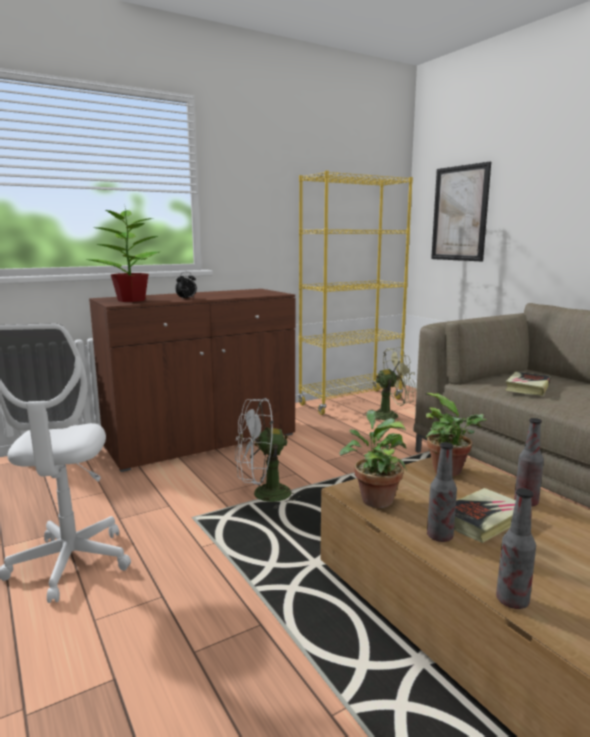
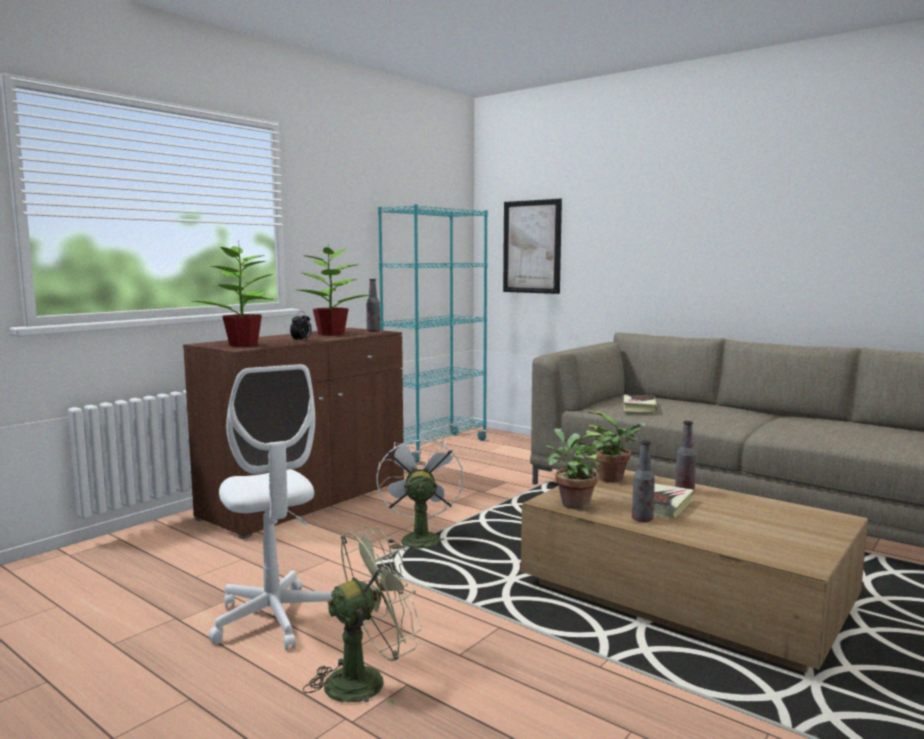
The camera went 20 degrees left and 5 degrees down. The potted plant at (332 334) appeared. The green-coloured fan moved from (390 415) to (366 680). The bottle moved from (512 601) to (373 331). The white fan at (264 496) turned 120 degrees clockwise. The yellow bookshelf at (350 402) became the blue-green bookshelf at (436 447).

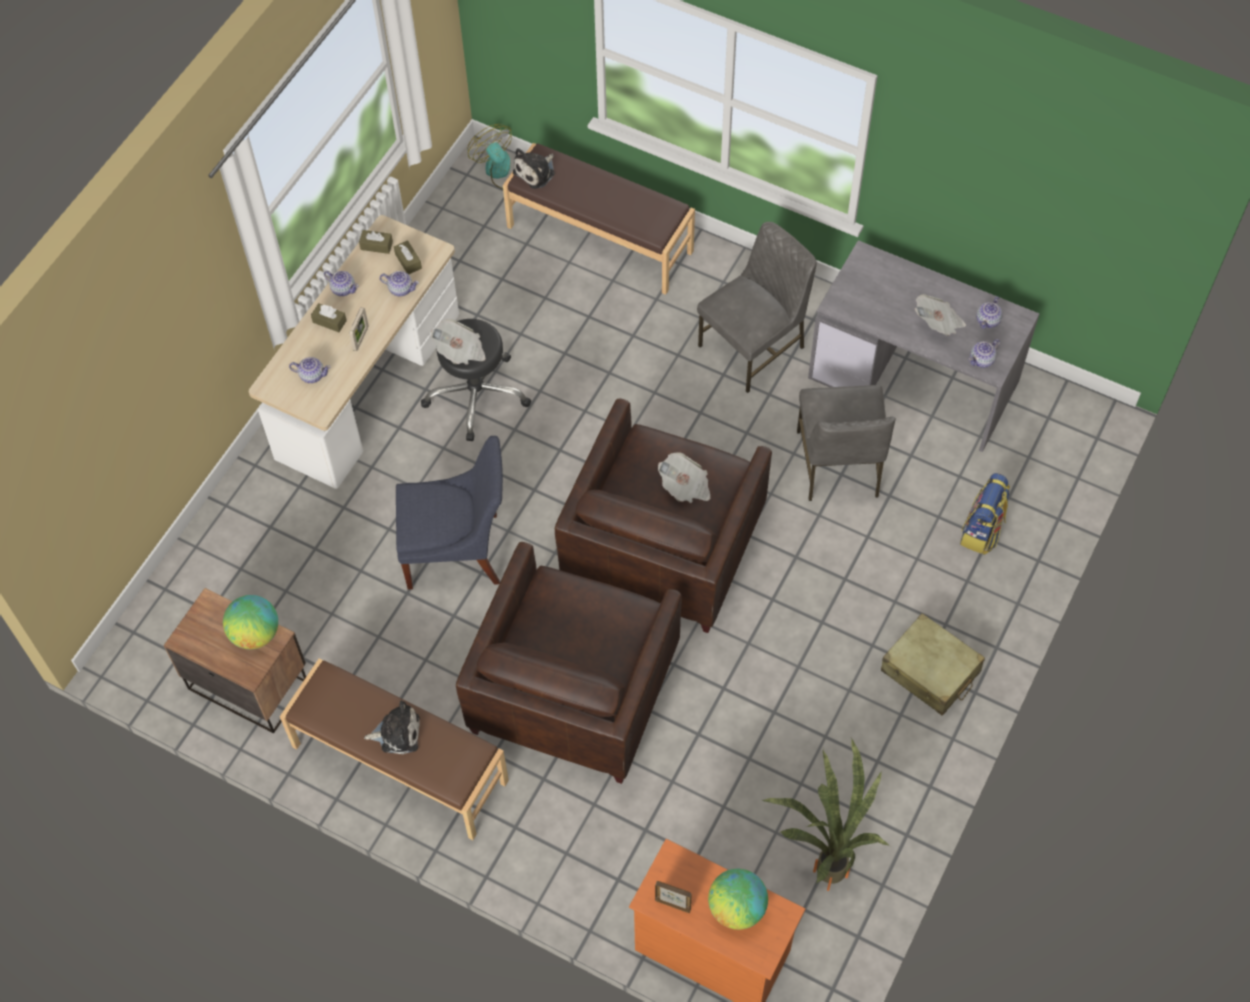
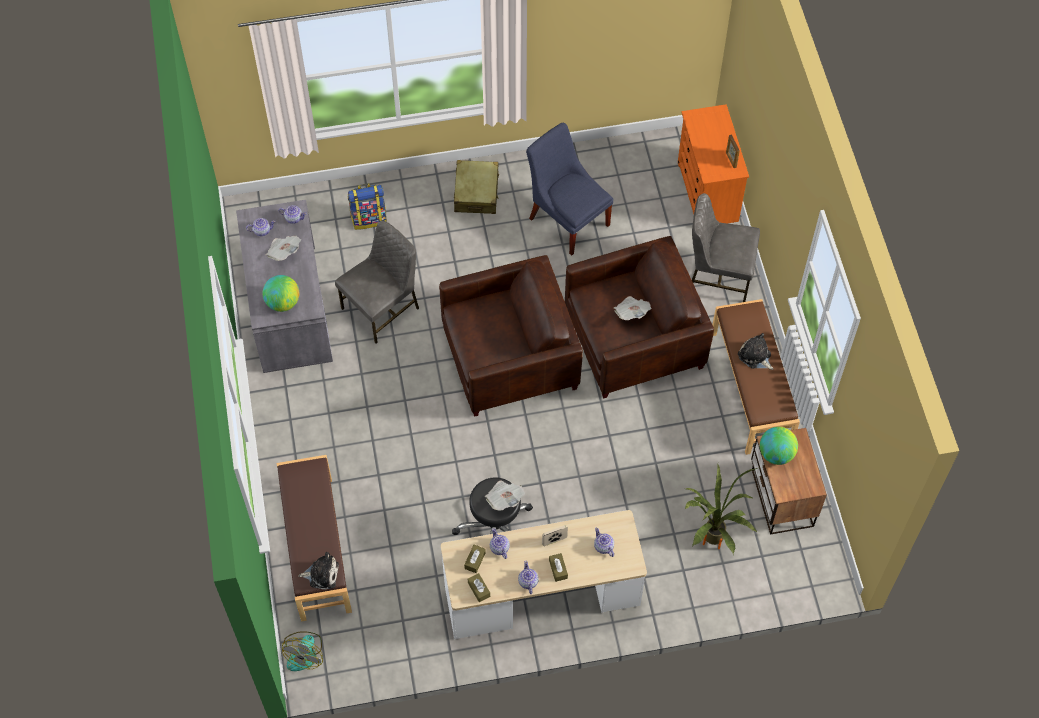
The camera went 130 degrees left and 0 degrees up. The world globe moved from (737 908) to (283 302). The blue-coloured upright chair moved from (458 551) to (567 219). The newspaper moved from (685 487) to (631 313). The potted plant moved from (826 864) to (709 545). The gray upright chair moved from (754 347) to (718 274).

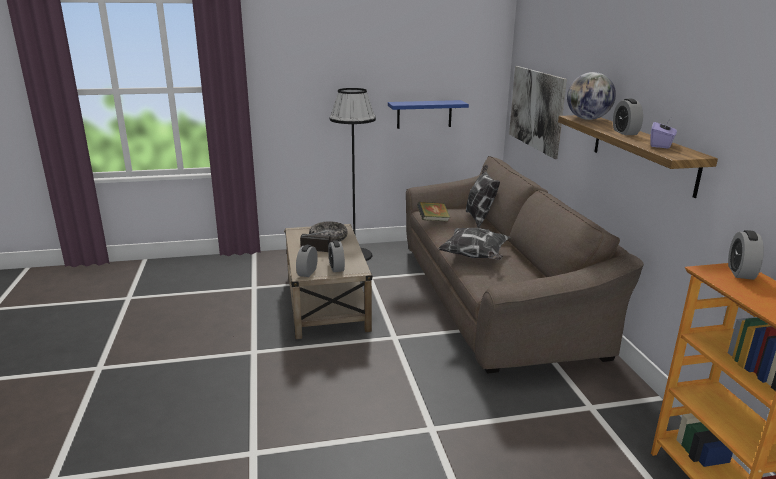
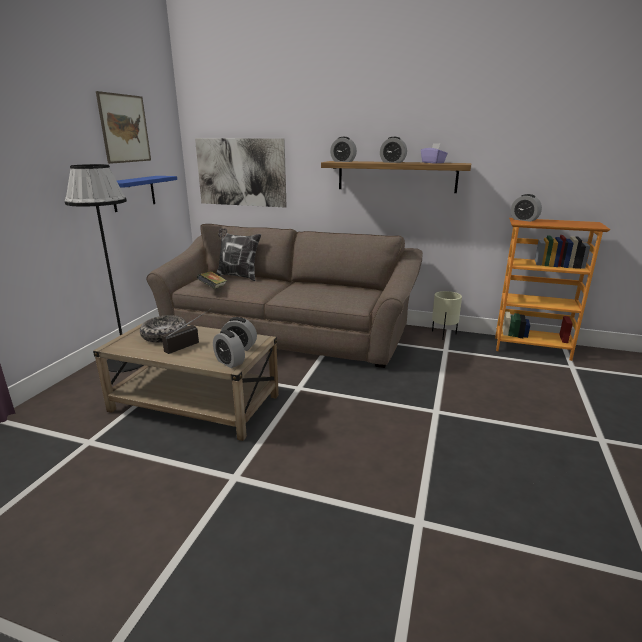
The camera went 60 degrees left and 0 degrees up. The wall art at (125 128) appeared. The world globe at (588 119) was replaced by the alarm clock at (343 161). The sand-coloured flower pot at (443 335) appeared. The cushion at (475 257) disappeared.

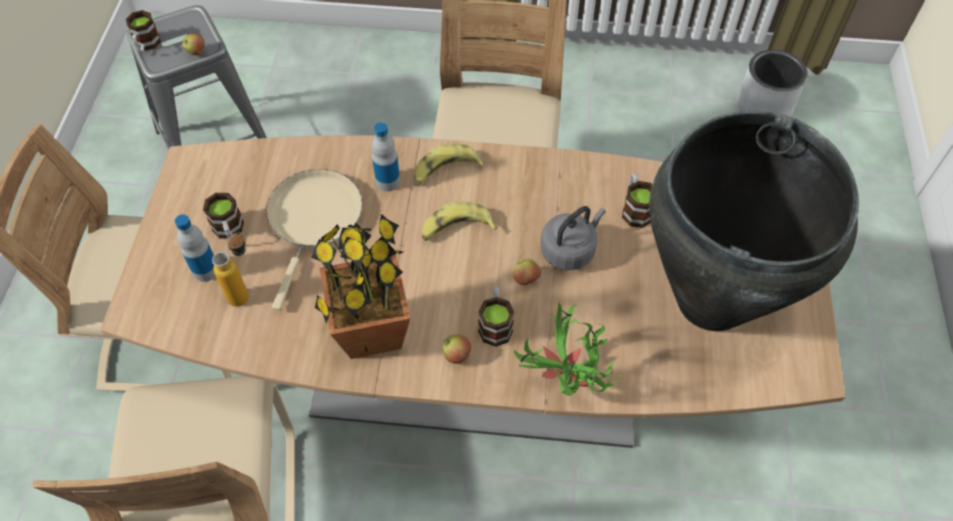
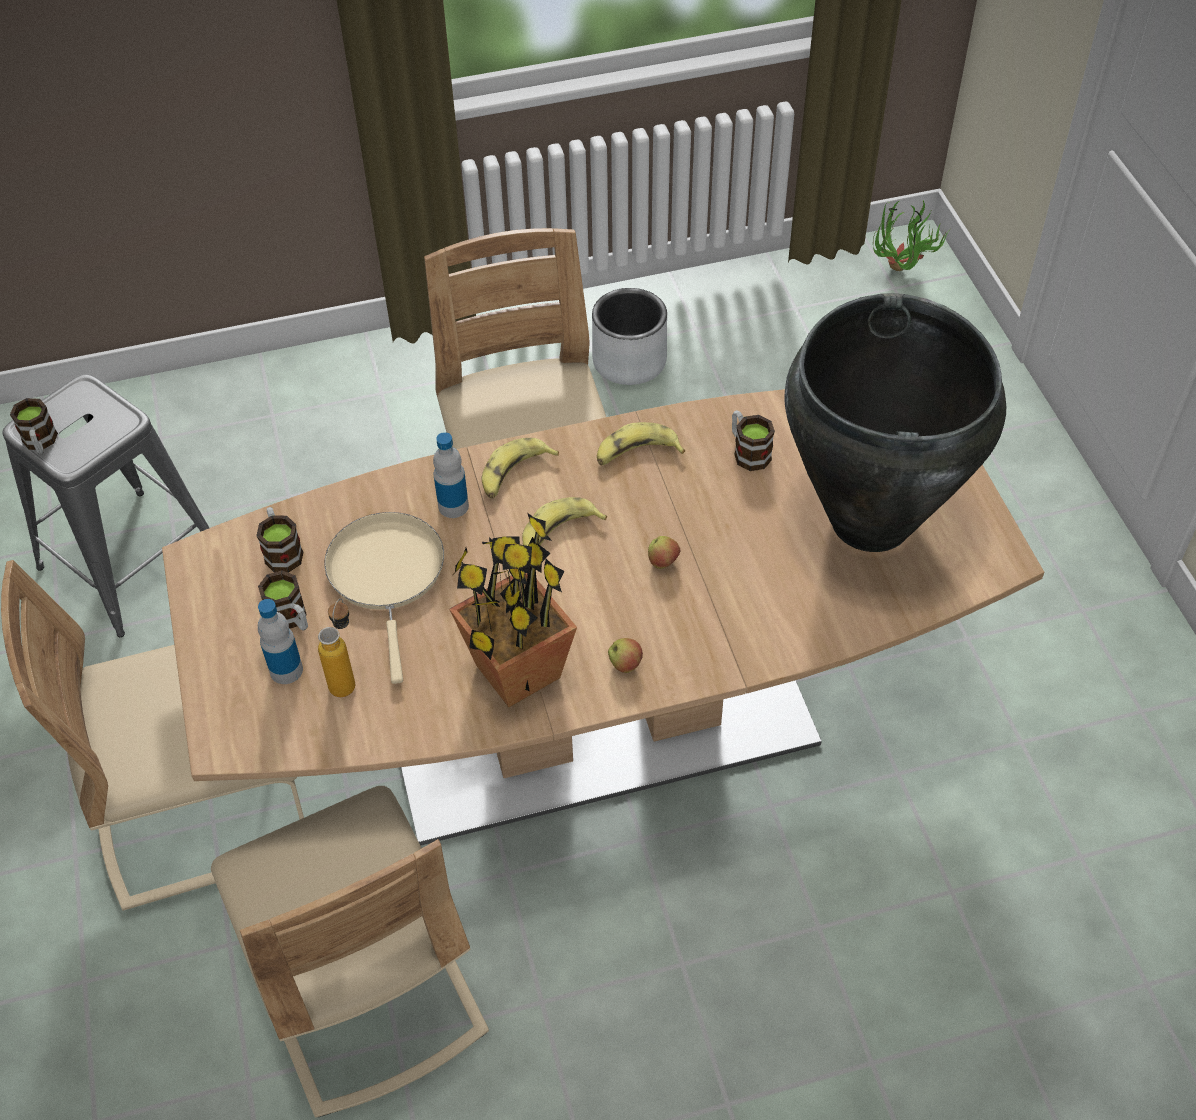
The camera went 20 degrees left and 5 degrees down. The mug moved from (495 324) to (282 551). The gray flower pot moved from (764 106) to (630 362). The whole banana at (636 453) appeared. The potted plant moved from (563 387) to (899 275). The apple at (196 52) disappeared. The gray tea kettle at (569 250) disappeared.

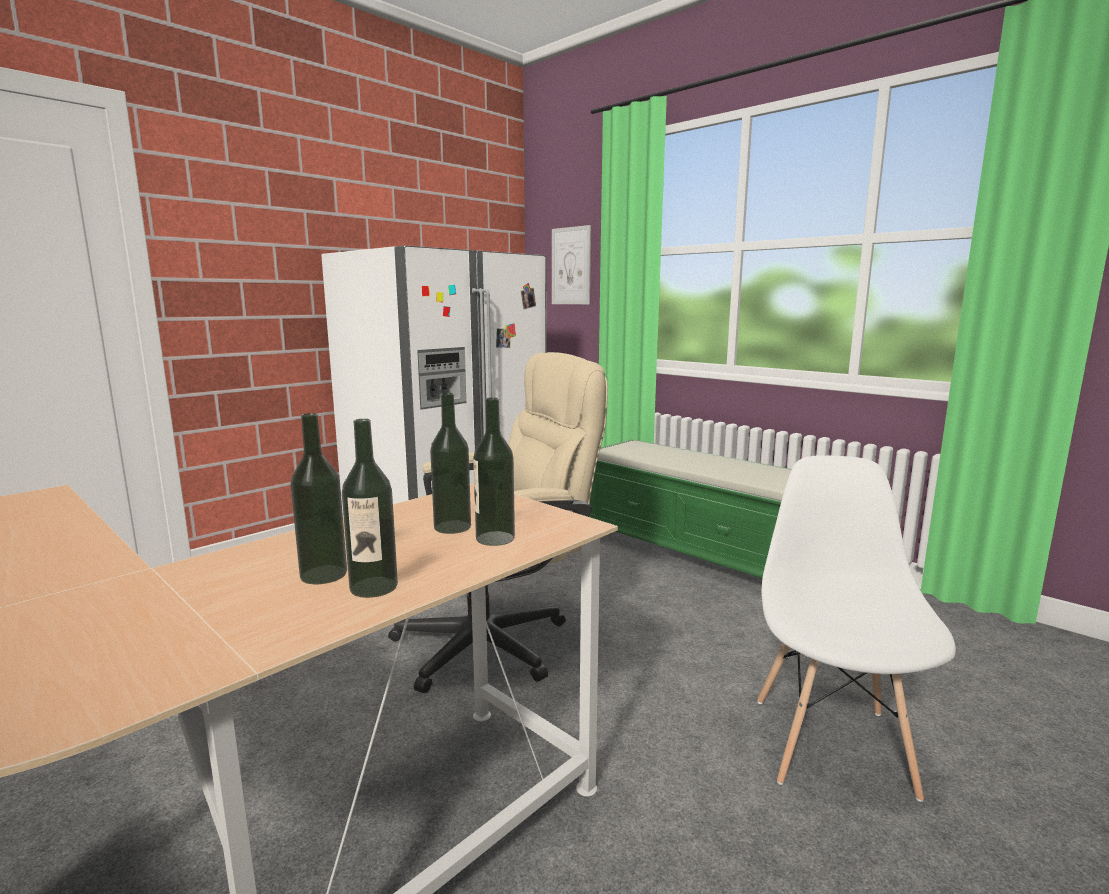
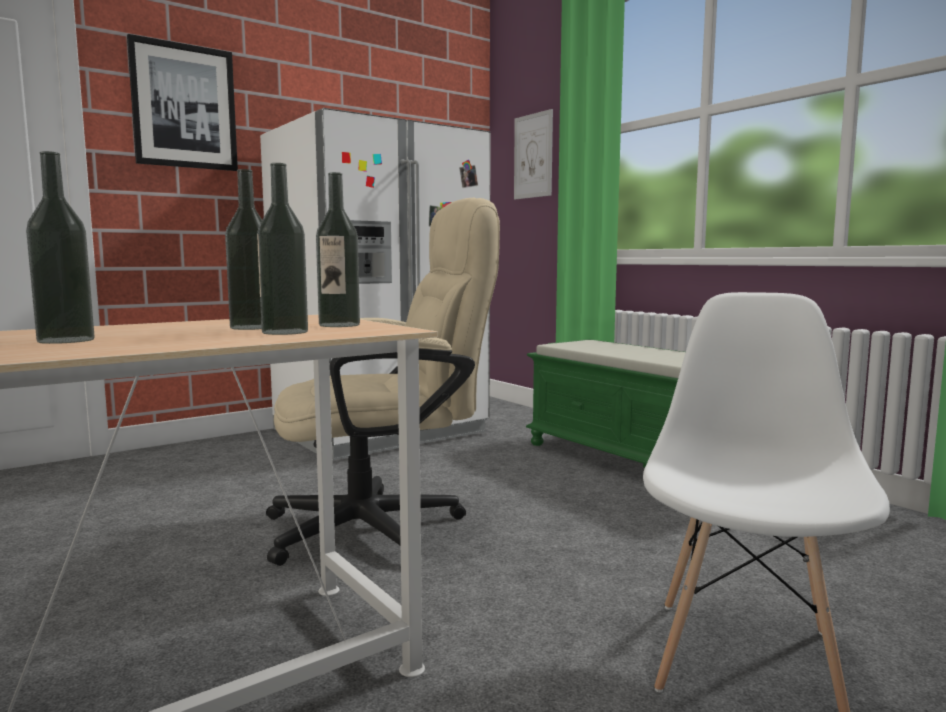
The camera went 10 degrees right and 5 degrees down. The wall art at (184 106) appeared. The bottle moved from (373 587) to (339 325).

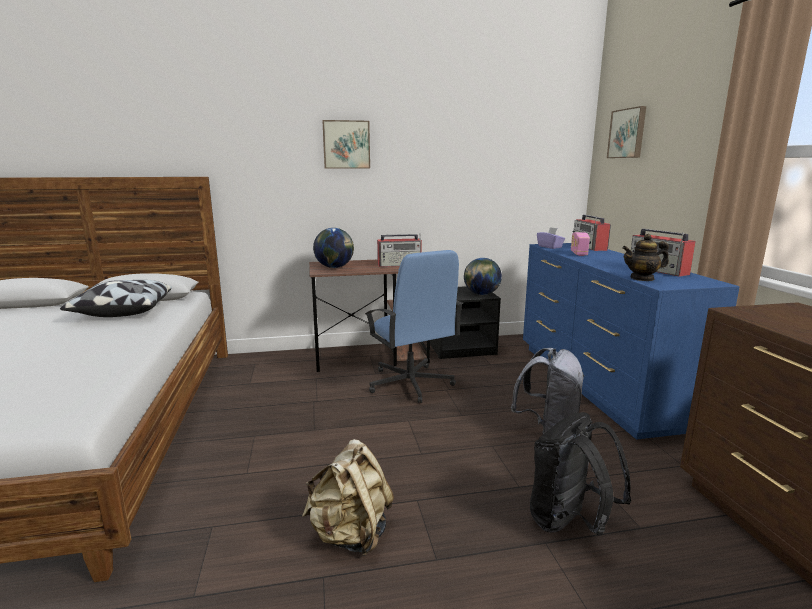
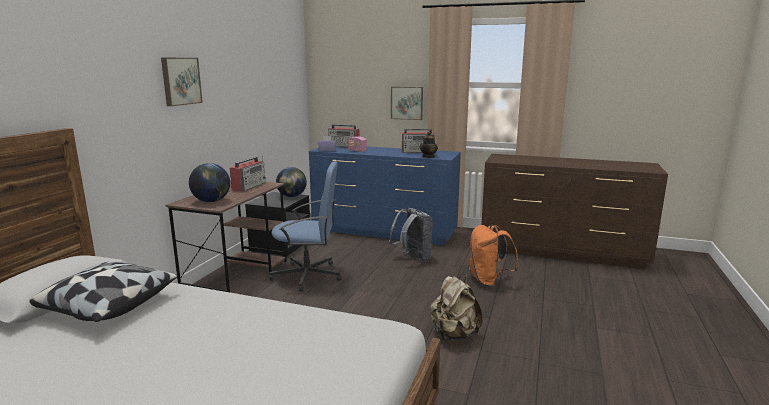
The camera went 60 degrees left and 0 degrees up. The wall art moved from (627 133) to (407 103). The blackish rucksack at (569 523) became the orange rucksack at (489 281).

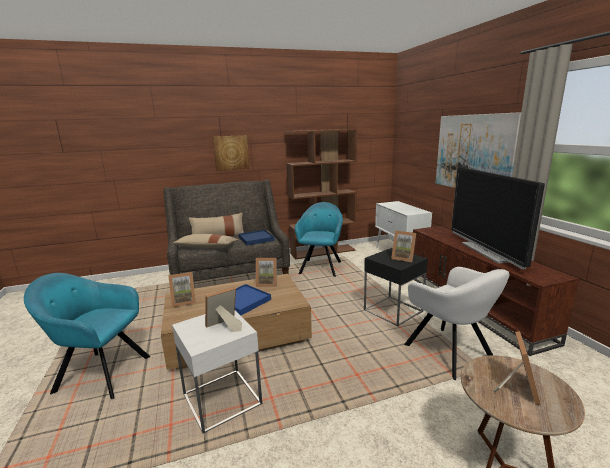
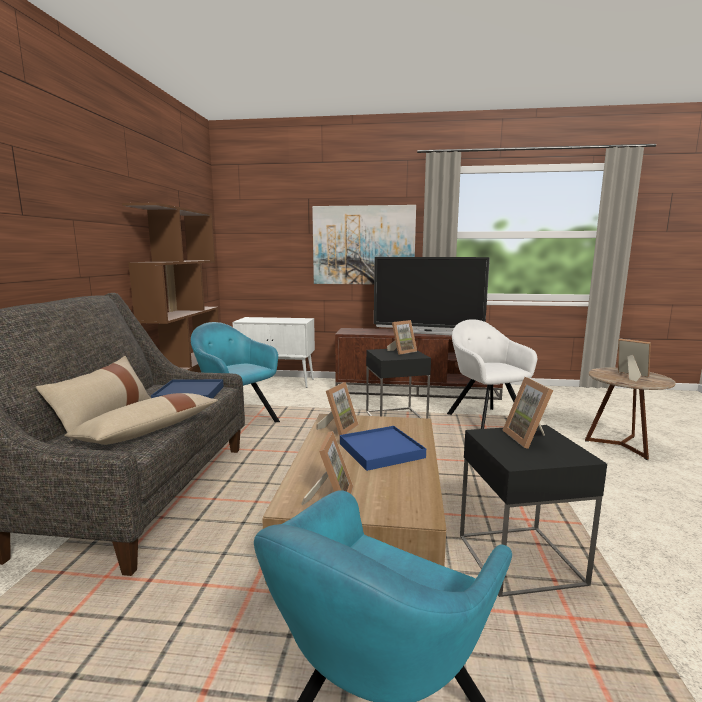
The camera went 65 degrees left and 5 degrees down. The white armchair at (450 353) turned 105 degrees counterclockwise. The white end table at (222 399) became the blackish end table at (520 560). The wall art at (231 152) disappeared.

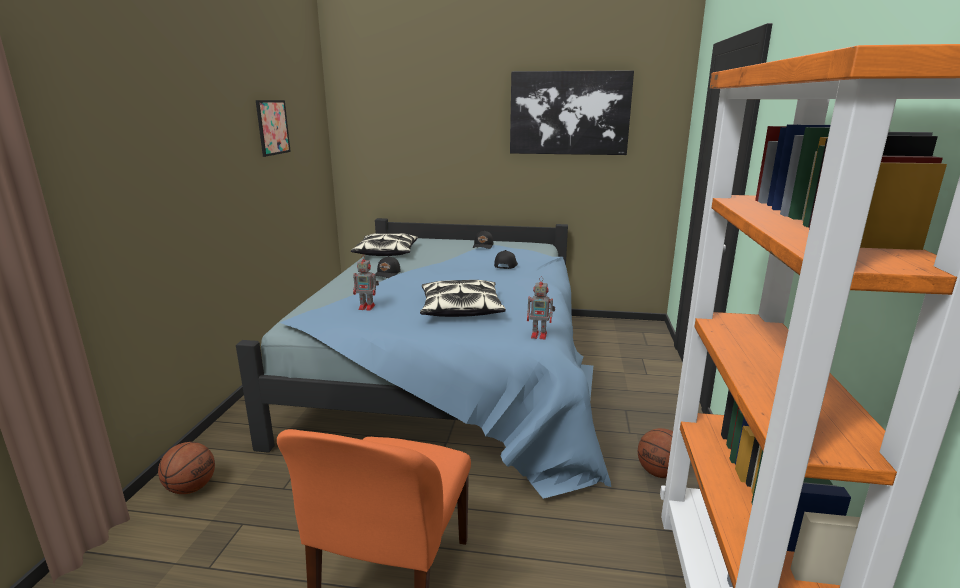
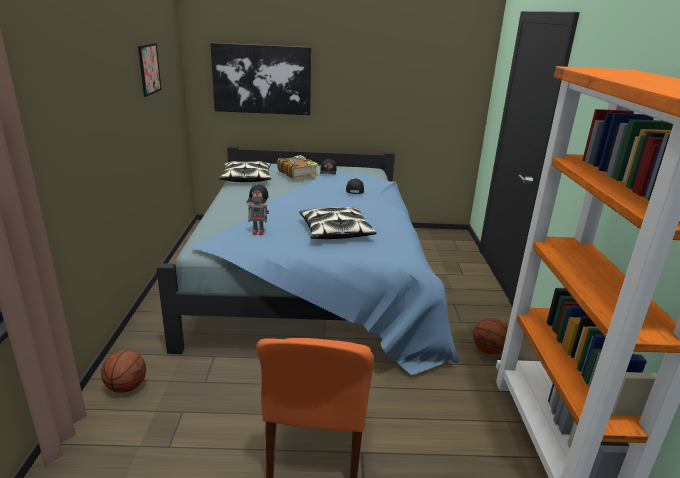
The camera went 10 degrees left and 5 degrees up. The wall art moved from (569 113) to (262 79). The book at (297 173) appeared. The robot figure at (540 335) disappeared.

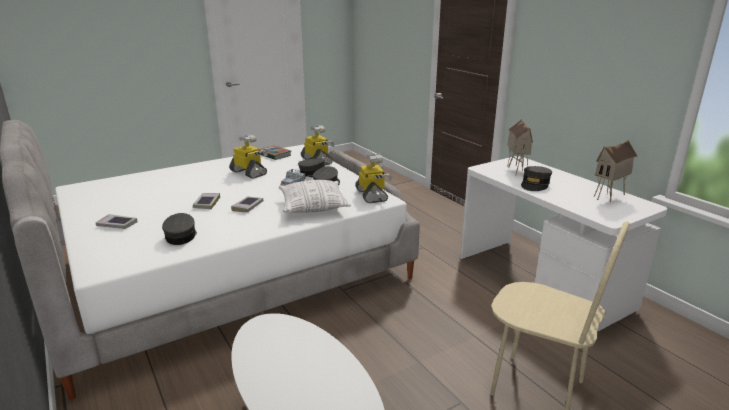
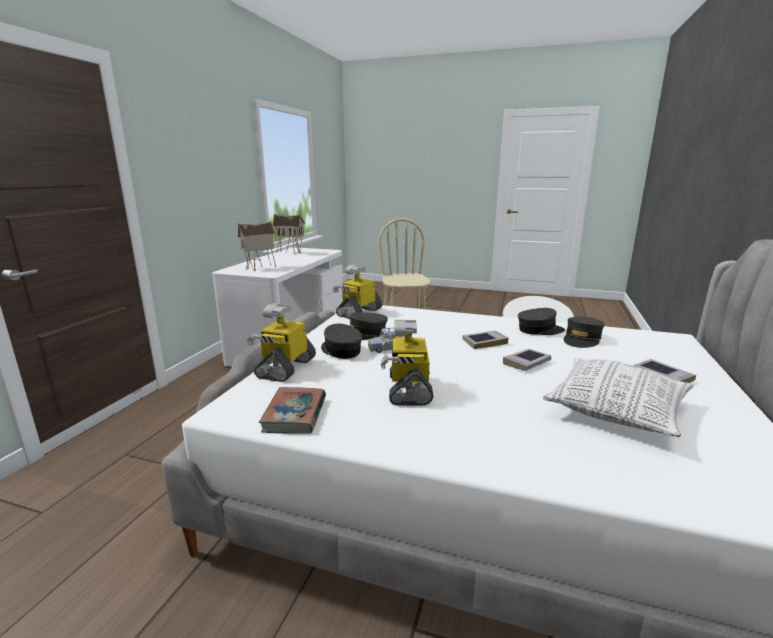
The camera went 130 degrees left and 5 degrees down. The gray baseball cap moved from (535 184) to (539 330). The cushion moved from (313 206) to (615 410).

